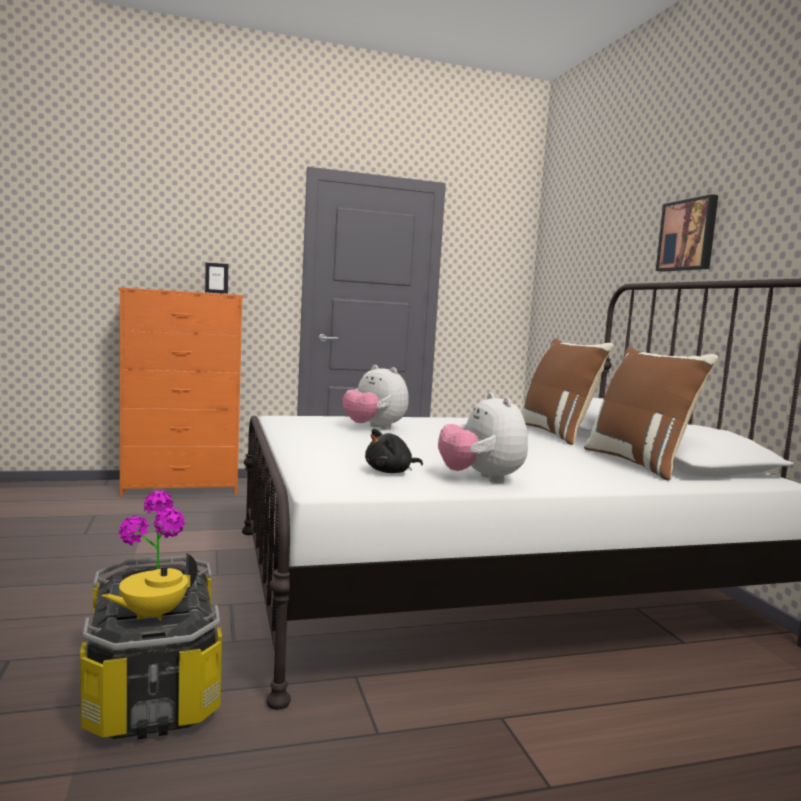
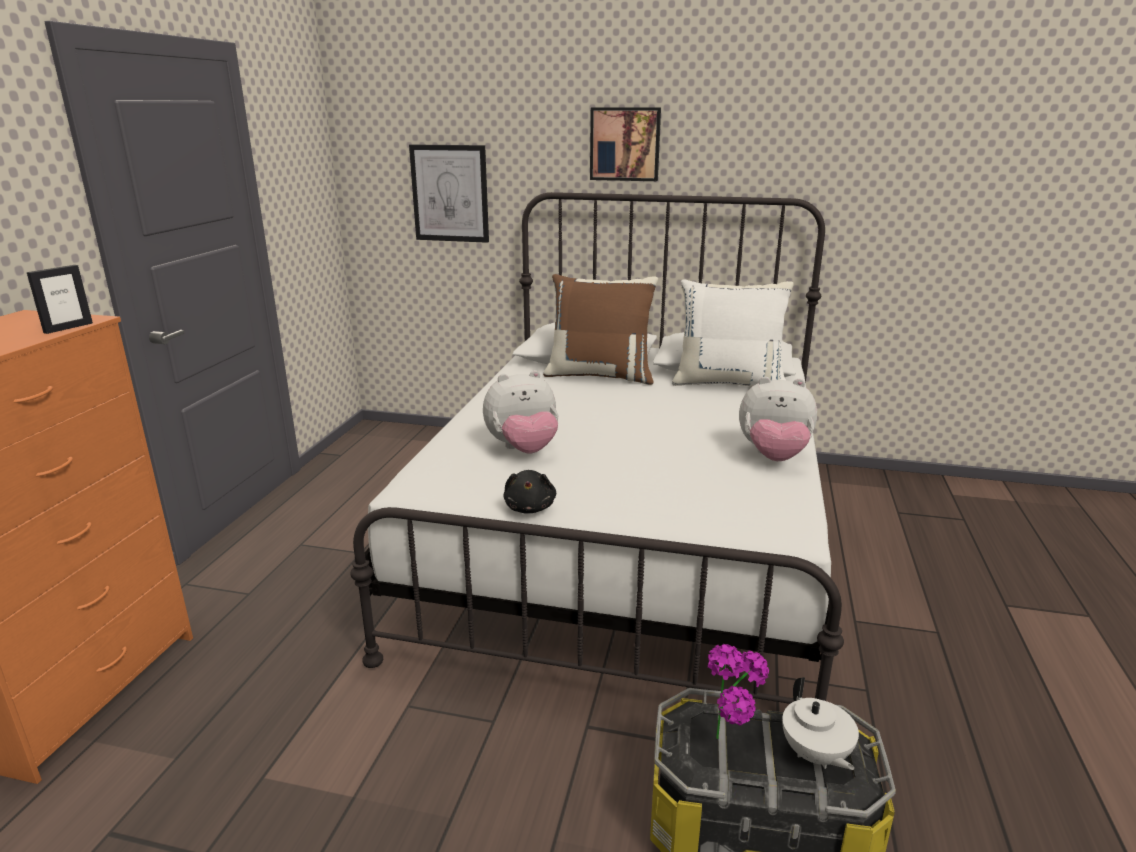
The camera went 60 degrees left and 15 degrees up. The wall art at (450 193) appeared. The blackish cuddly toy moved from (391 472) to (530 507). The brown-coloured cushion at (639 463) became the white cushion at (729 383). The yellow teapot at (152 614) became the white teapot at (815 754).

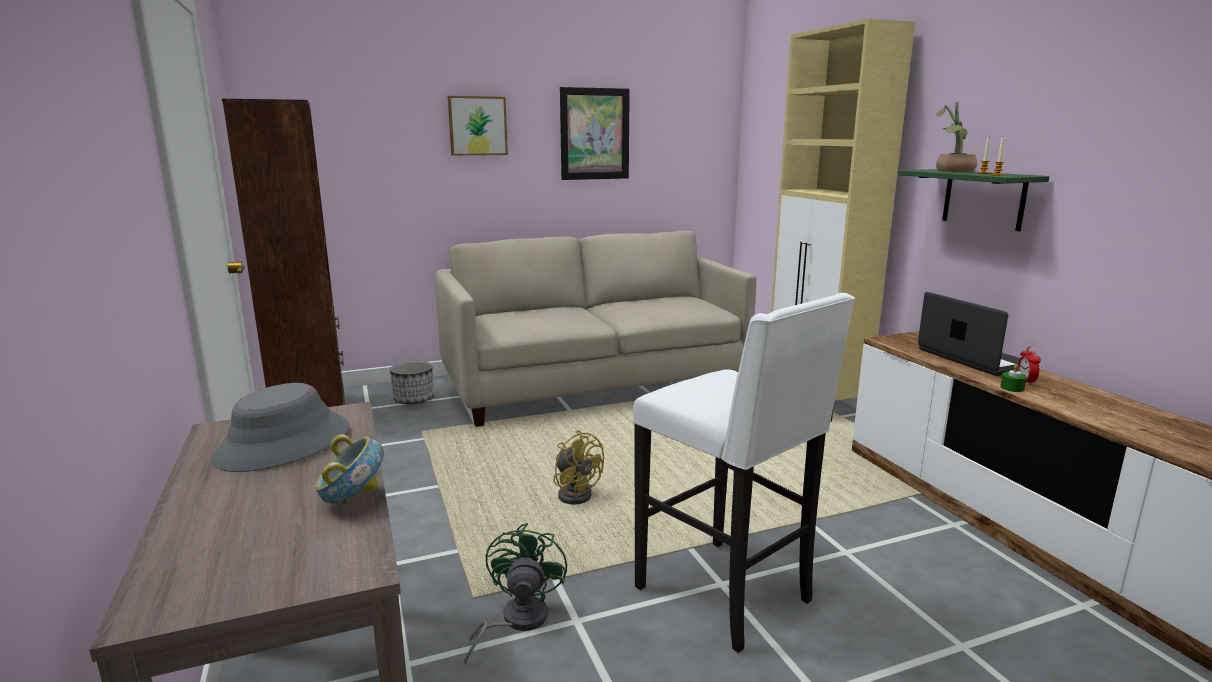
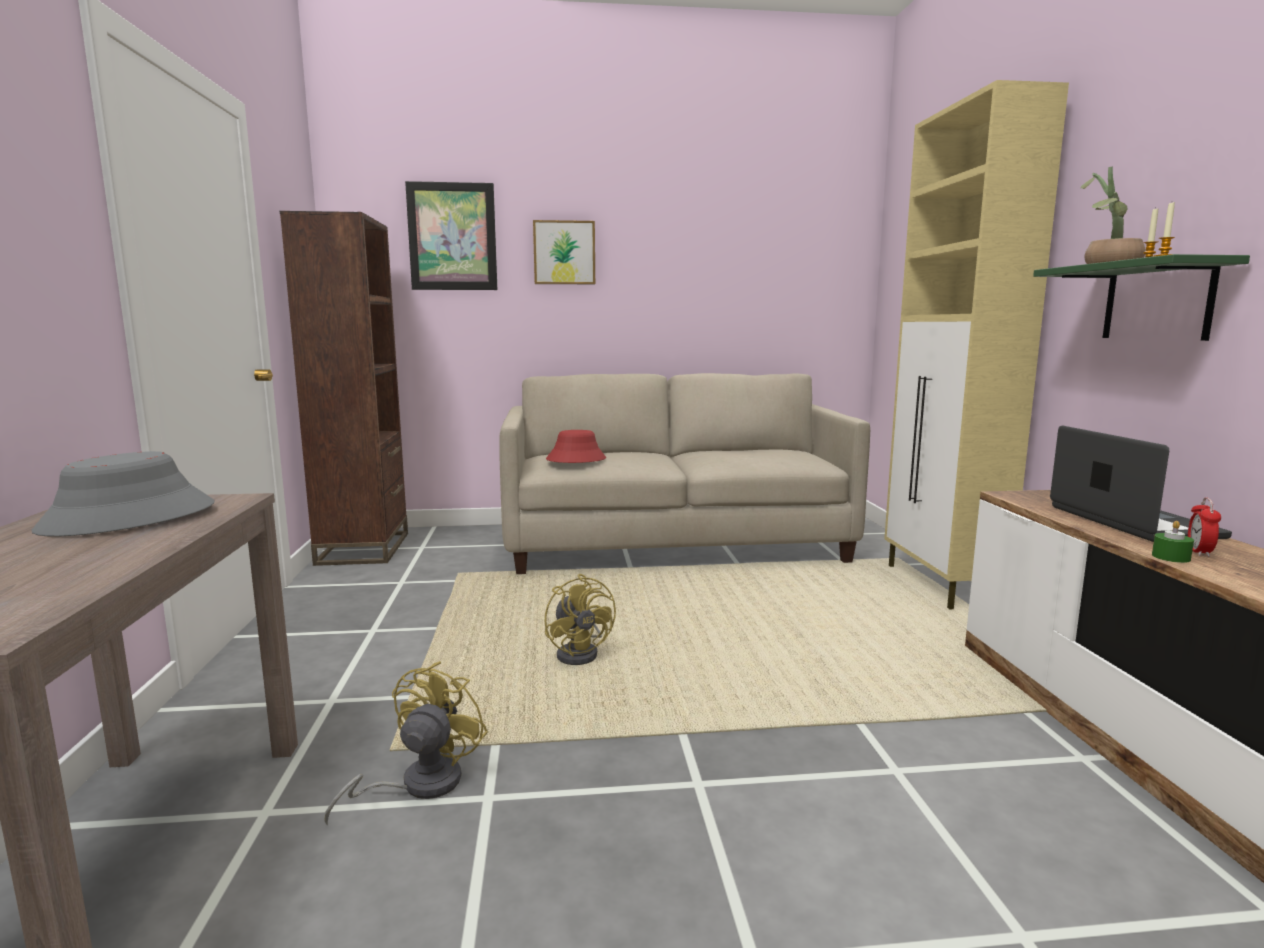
The camera went 15 degrees right and 5 degrees down. The green-coloured fan at (516 621) became the yellow fan at (418 785). The wall art moved from (594 134) to (452 237). The reddish hat at (576 459) appeared. The bowl at (353 501) disappeared. The flower pot at (414 400) disappeared. The white stool at (727 595) disappeared.

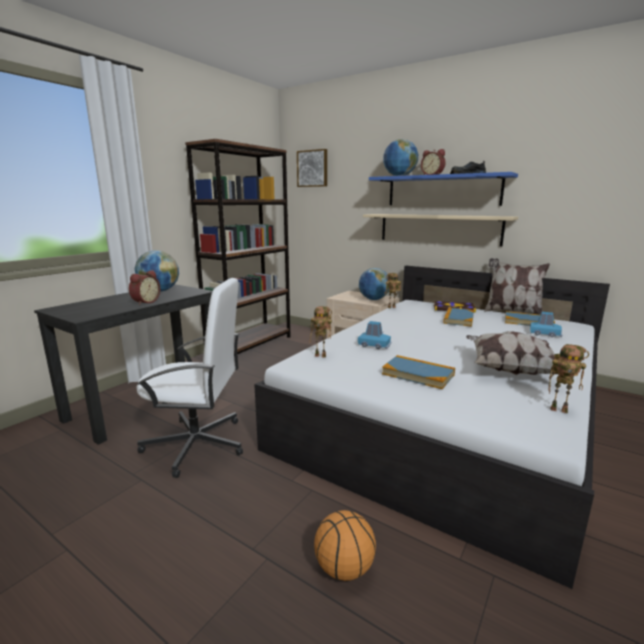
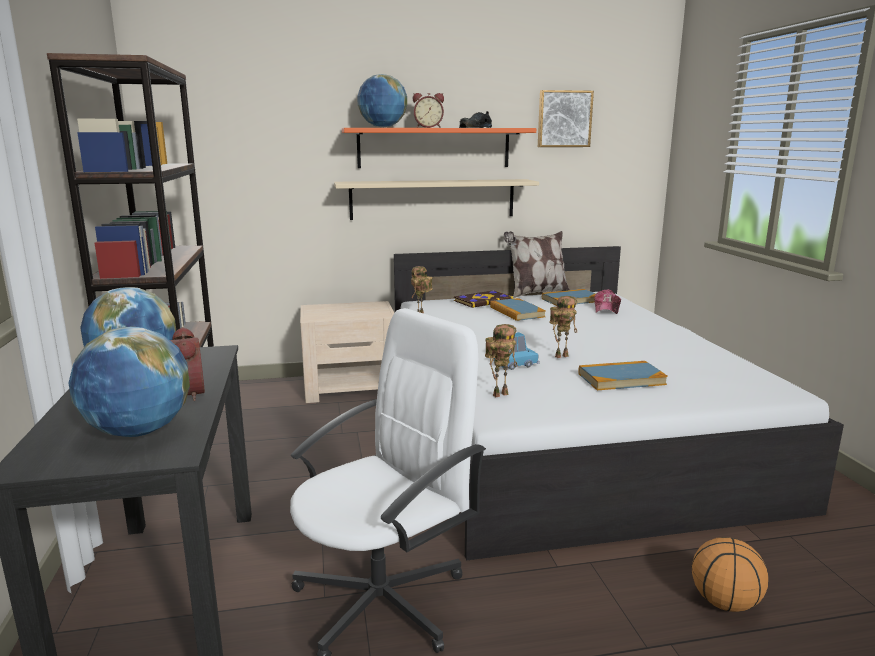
The camera went 45 degrees left and 0 degrees up. The world globe moved from (374 299) to (139 432). The blue-coloured shelf at (442 191) became the orange shelf at (434 148). The wall art moved from (313 168) to (564 119). The robot figure moved from (560 410) to (561 356). The blue-coloured model car at (545 334) was replaced by the baseball cap at (607 309). The cushion at (509 370) disappeared.

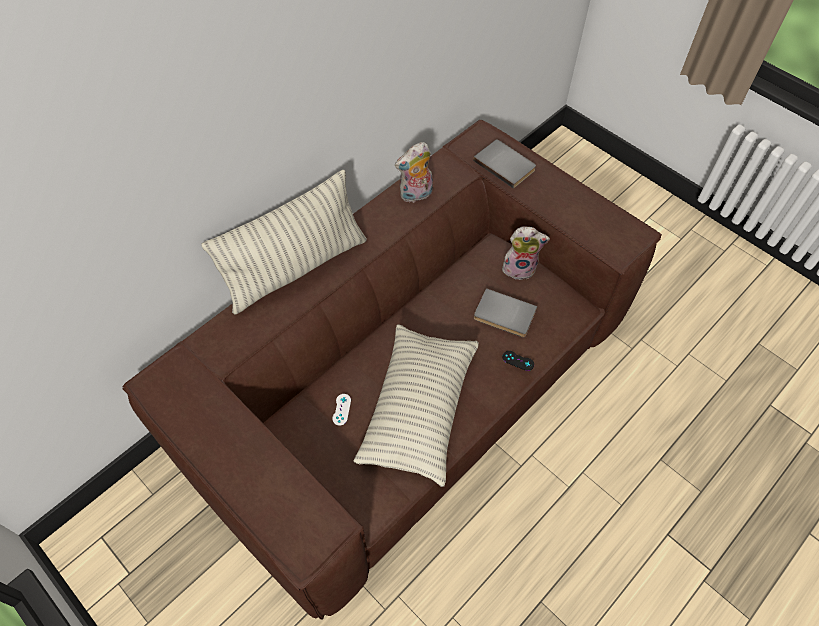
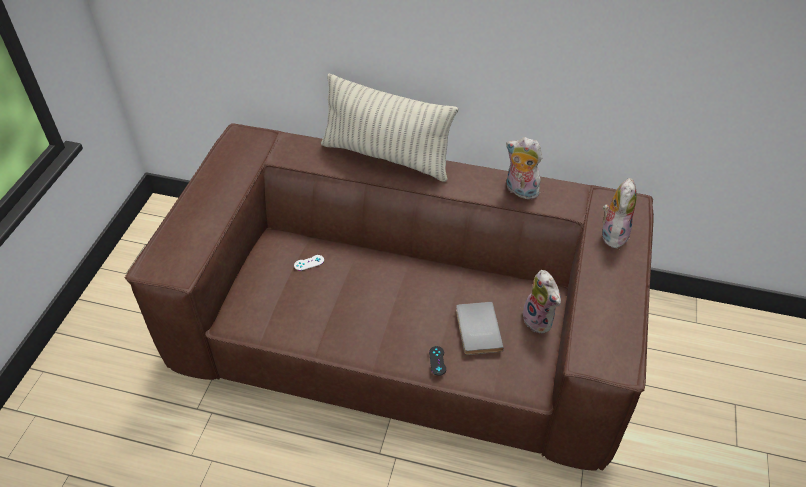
The camera went 60 degrees right and 10 degrees down. The gray book at (505 164) was replaced by the cuddly toy at (612 233). The cushion at (419 410) disappeared.

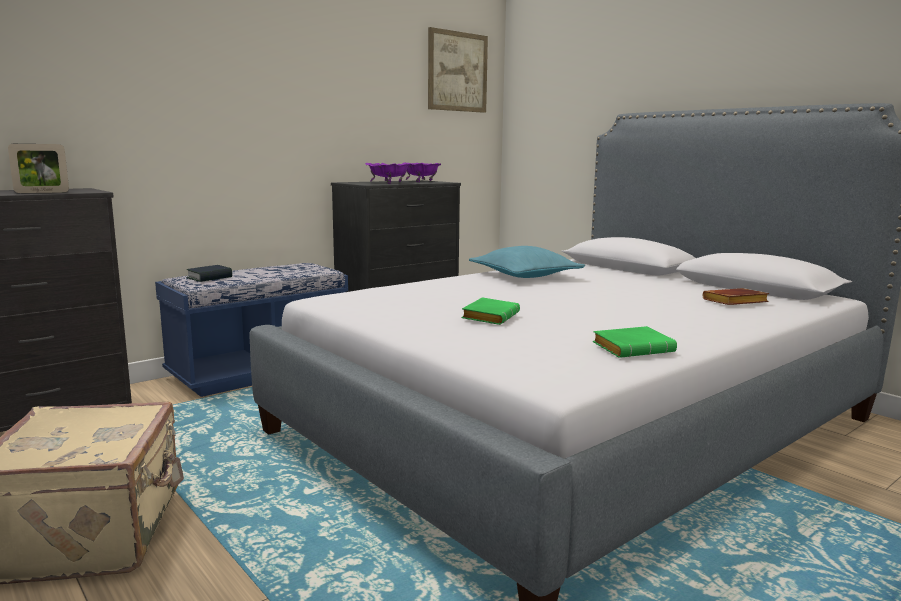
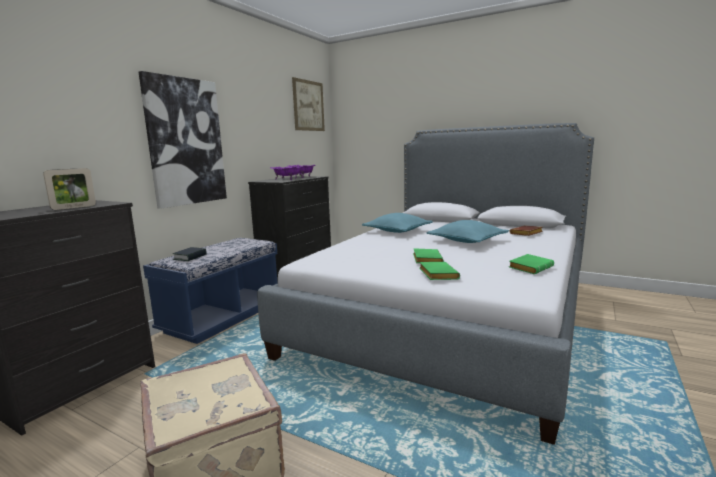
The camera went 20 degrees left and 0 degrees up. The wall art at (185 142) appeared. The green-coloured book at (436 274) appeared. The blue-green cushion at (467 241) appeared.

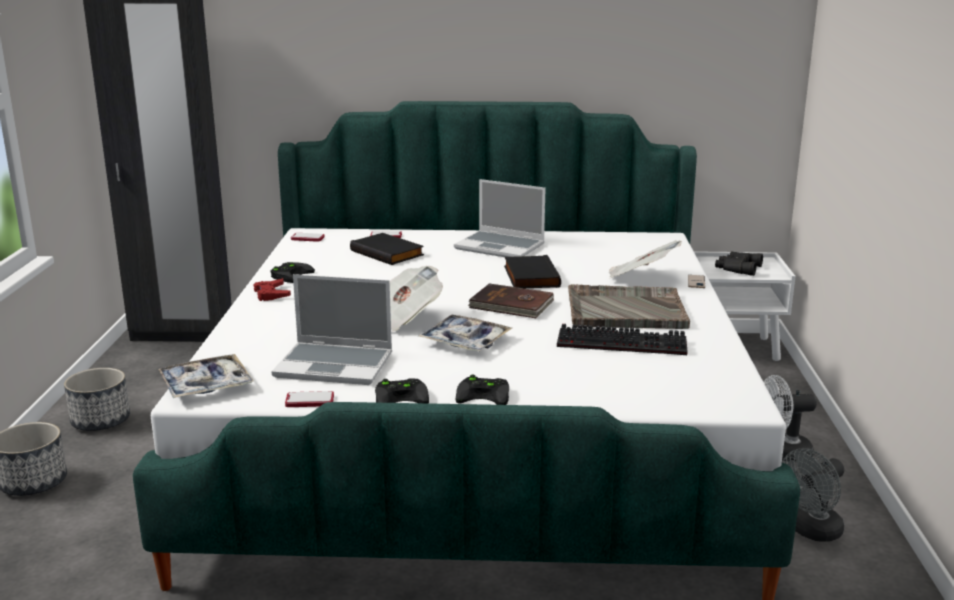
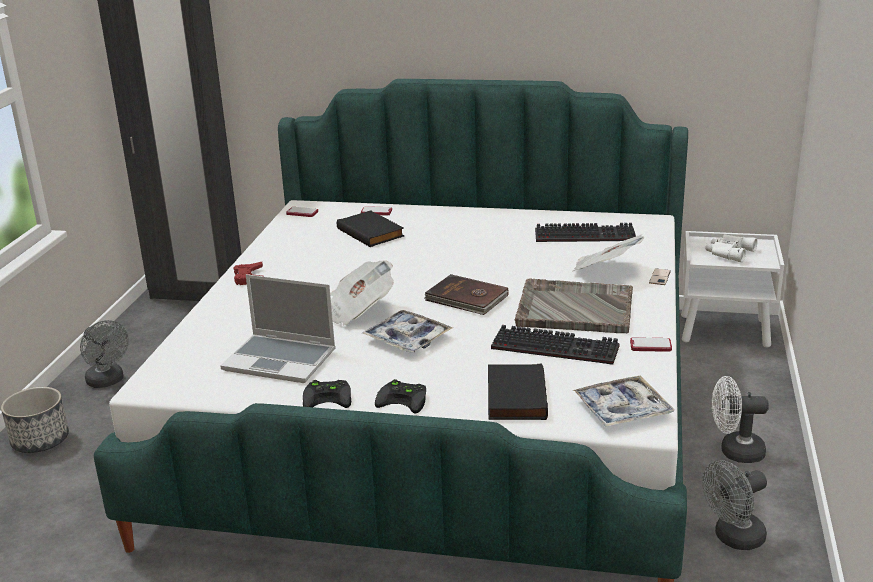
The camera went 10 degrees right and 5 degrees up. The flower pot at (101 421) was replaced by the gray fan at (108 381). The blackish book moved from (529 276) to (514 396). The keyboard at (586 235) appeared. The serving tray moved from (206 385) to (622 410). The phone moved from (309 401) to (650 346). The blackish field glasses at (737 268) became the white field glasses at (728 252). The blackish game controller at (291 275) disappeared. The portable computer at (501 247) disappeared.

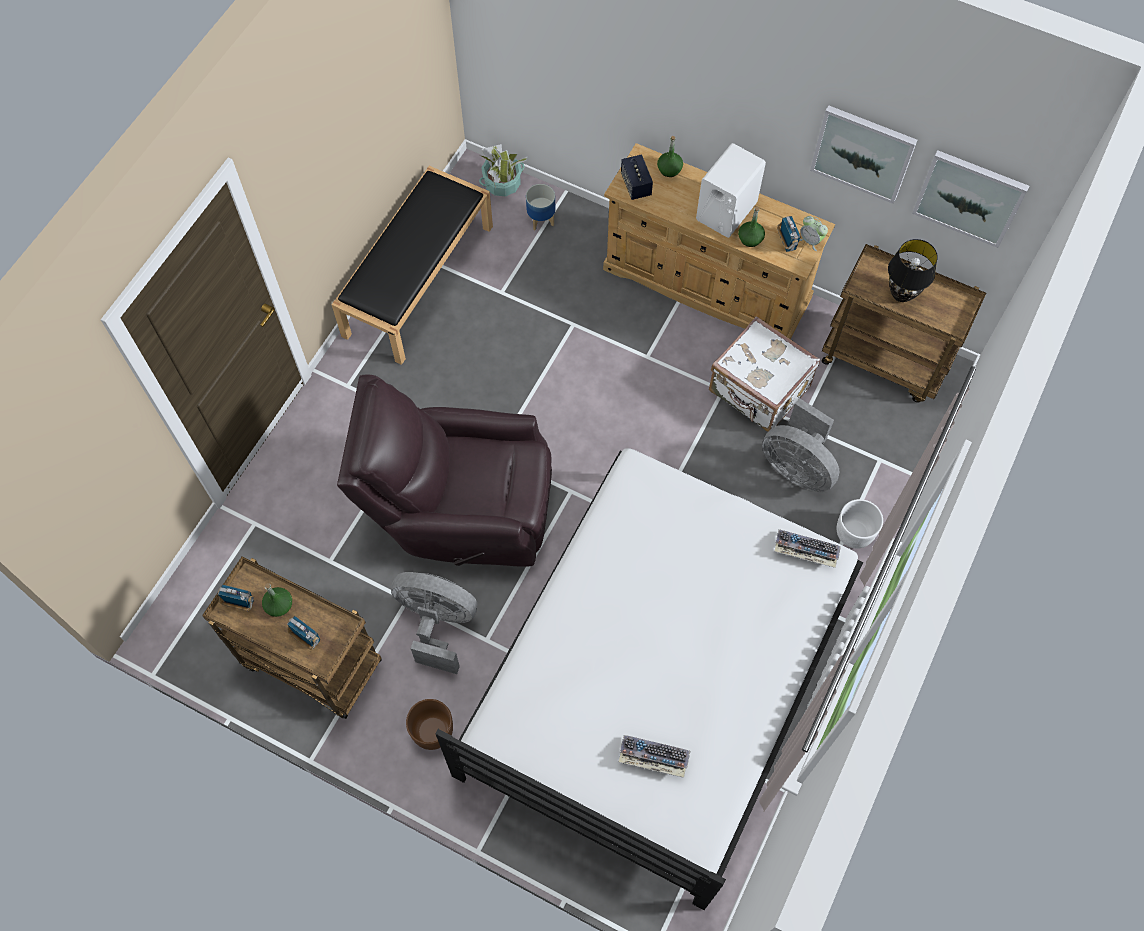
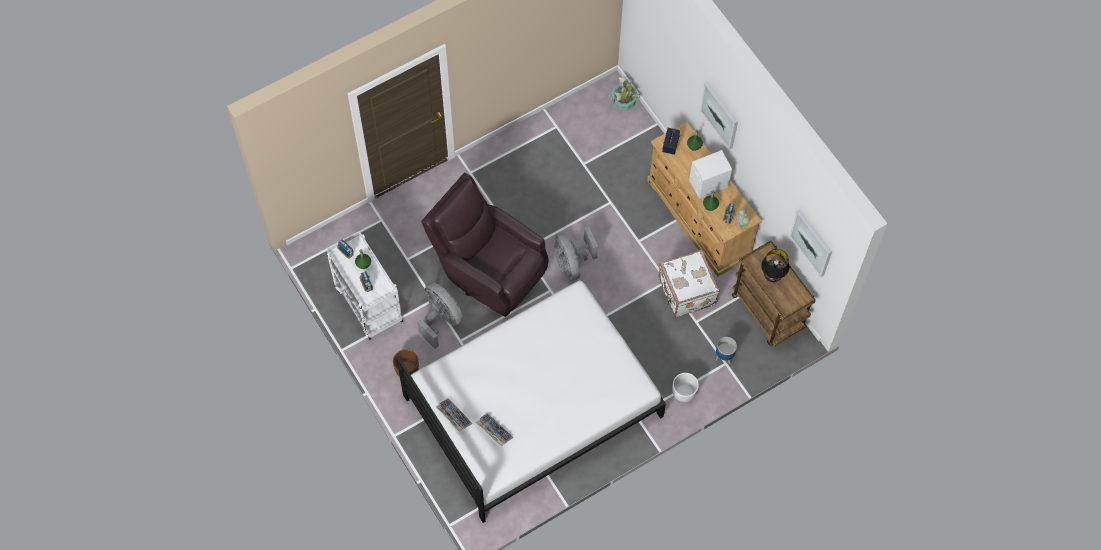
The camera went 30 degrees right and 0 degrees up. The brown-coloured wheeled cart at (309 663) became the white wheeled cart at (367 304). The keyboard moved from (804 551) to (453 416). The gray fan moved from (797 467) to (572 263). The wall art moved from (863 153) to (720 115). The flower pot moved from (541 219) to (724 355). The blackish indoor bench at (418 279) disappeared.

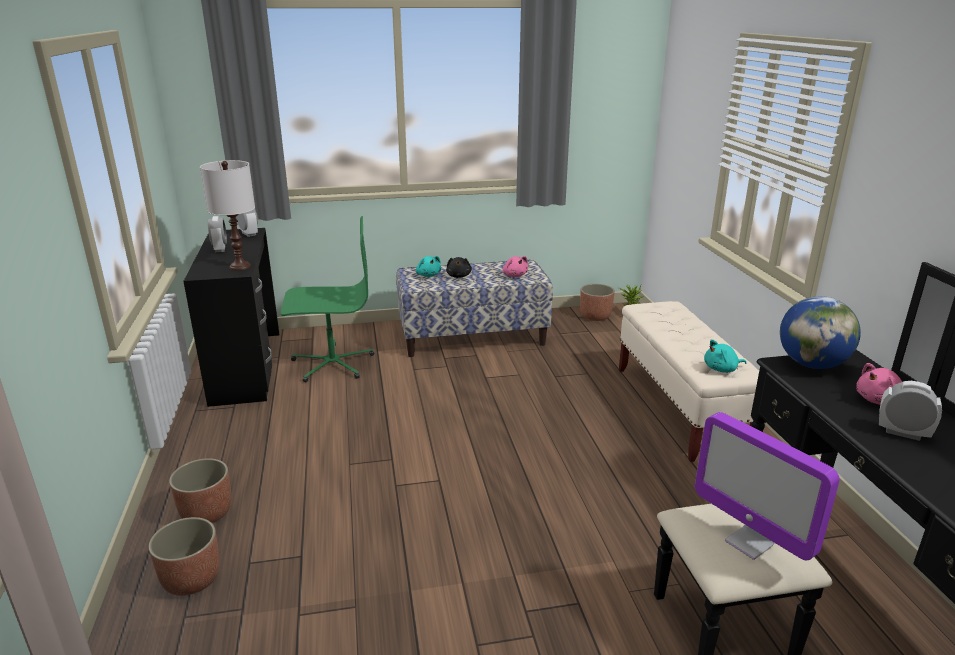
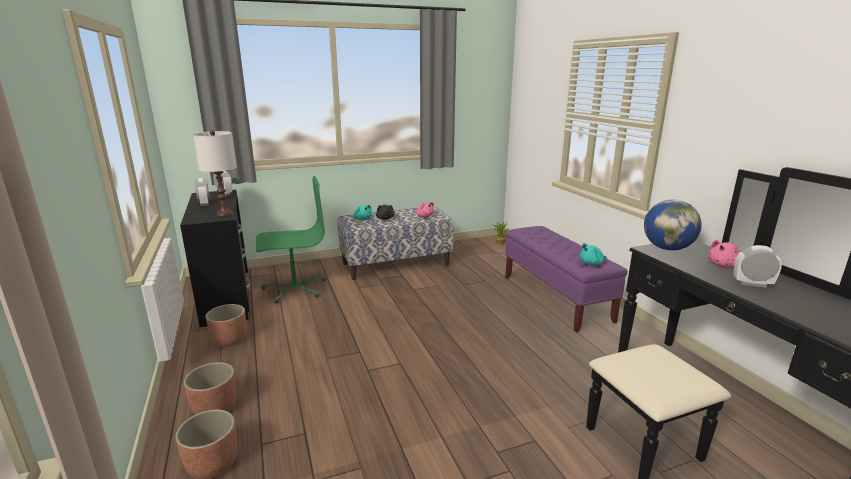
The camera went 10 degrees left and 5 degrees down. The flower pot moved from (595 316) to (230 340). The sand-coloured indoor bench at (680 409) became the purplish indoor bench at (555 298). The computer display at (749 542) disappeared.

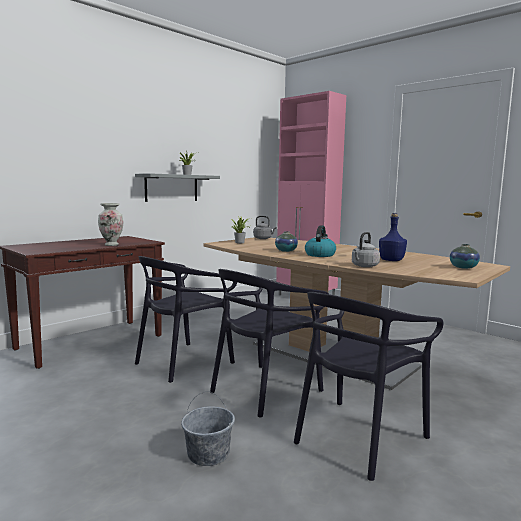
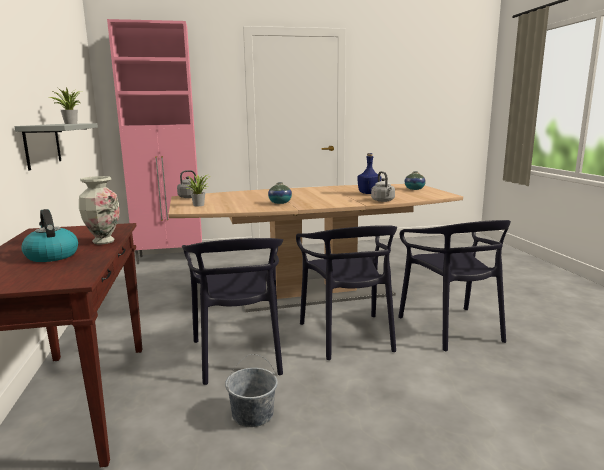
The camera went 55 degrees left and 5 degrees up. The tea kettle moved from (320 255) to (51 256). The gray pail moved from (208 454) to (252 414).

